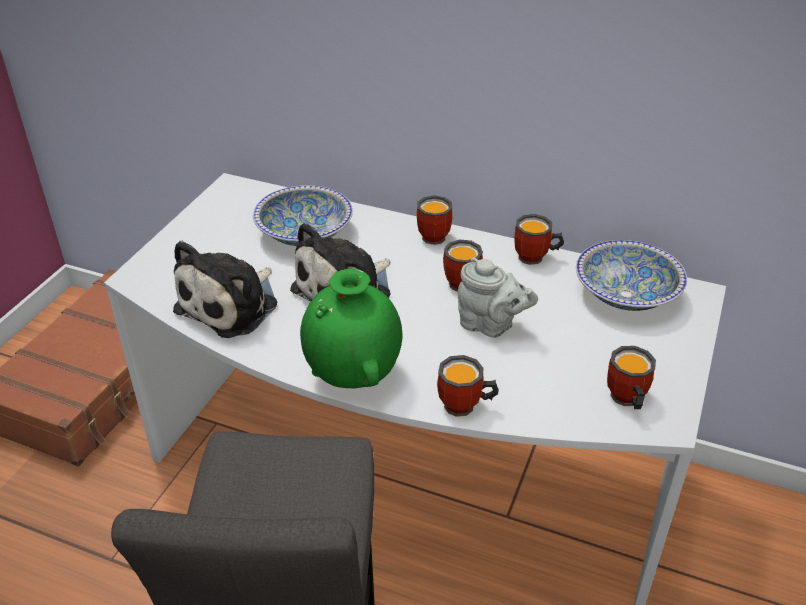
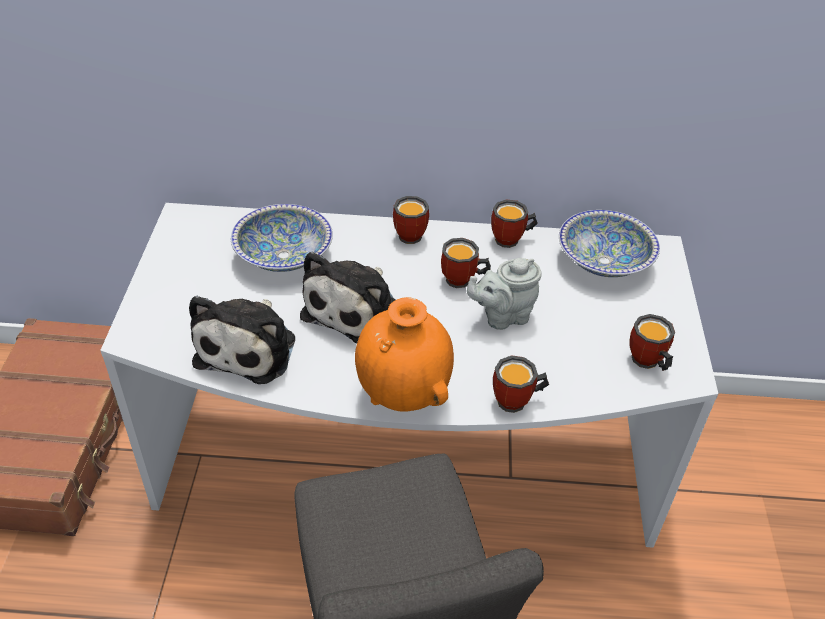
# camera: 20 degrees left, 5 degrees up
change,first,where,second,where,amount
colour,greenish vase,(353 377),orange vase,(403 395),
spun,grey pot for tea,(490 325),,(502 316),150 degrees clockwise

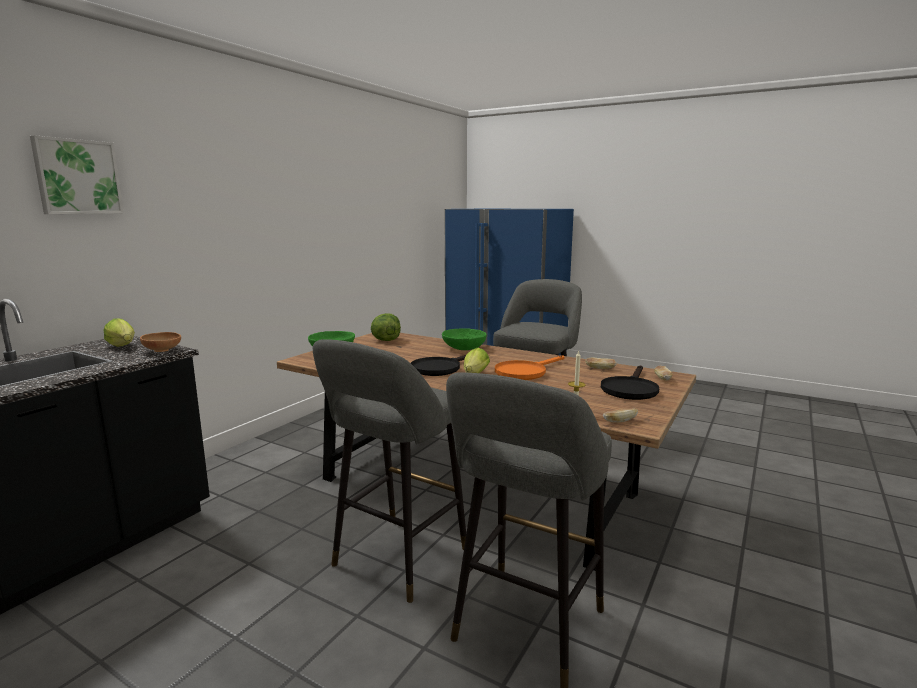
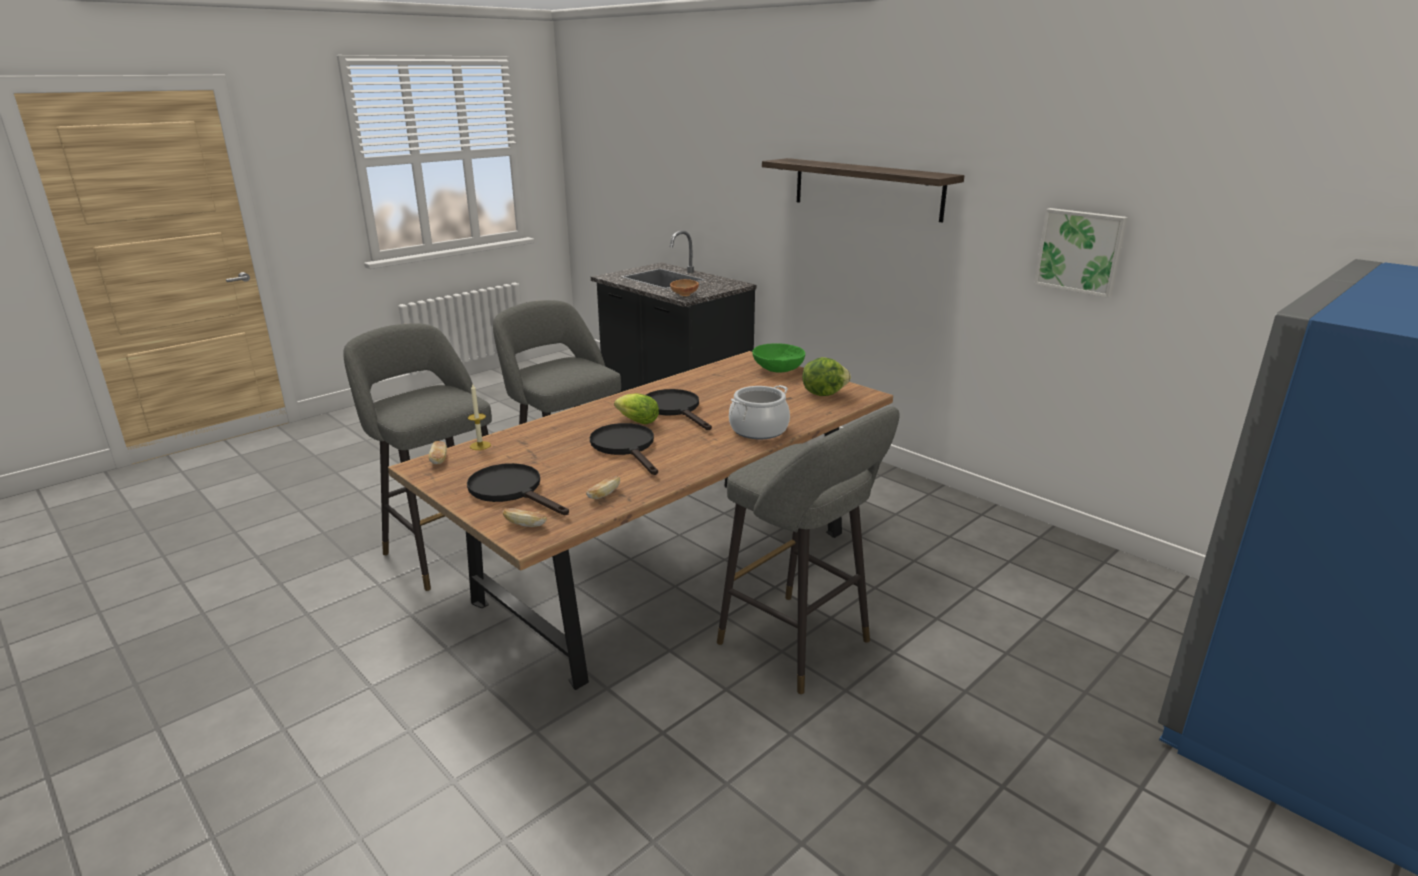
# camera: 105 degrees right, 10 degrees up
change,first,where,second,where,amount
relocated,picture,(77 177),,(1080 251),
missing,lettuce,(123 346),,,
exchanged,greenish serving bowl,(464 348),cooking pot,(759 430),
colour,orange skillet,(525 372),black-coloured skillet,(626 447),
appeared,,,bracket shelf,(866 188),

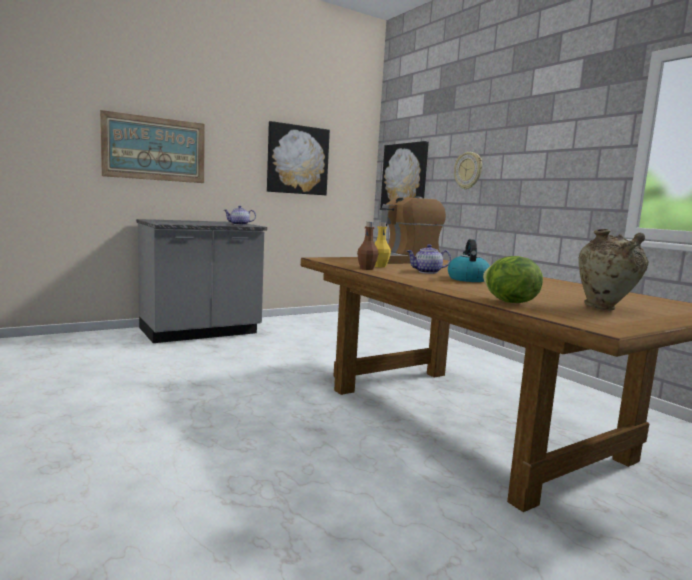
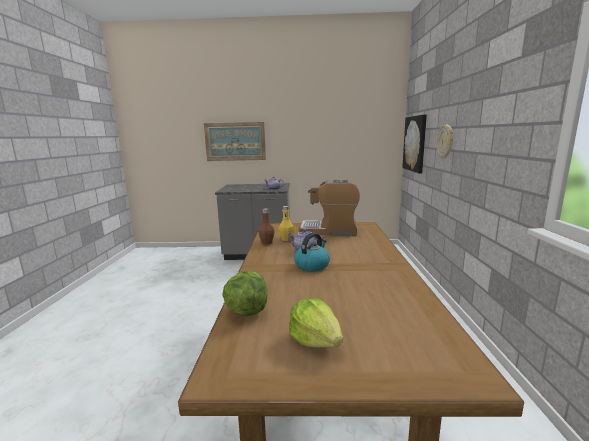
# camera: 35 degrees right, 5 degrees up
change,first,where,second,where,amount
missing,picture,(297 160),,,
exchanged,beige-coloured vase,(605 308),lettuce,(316 340),

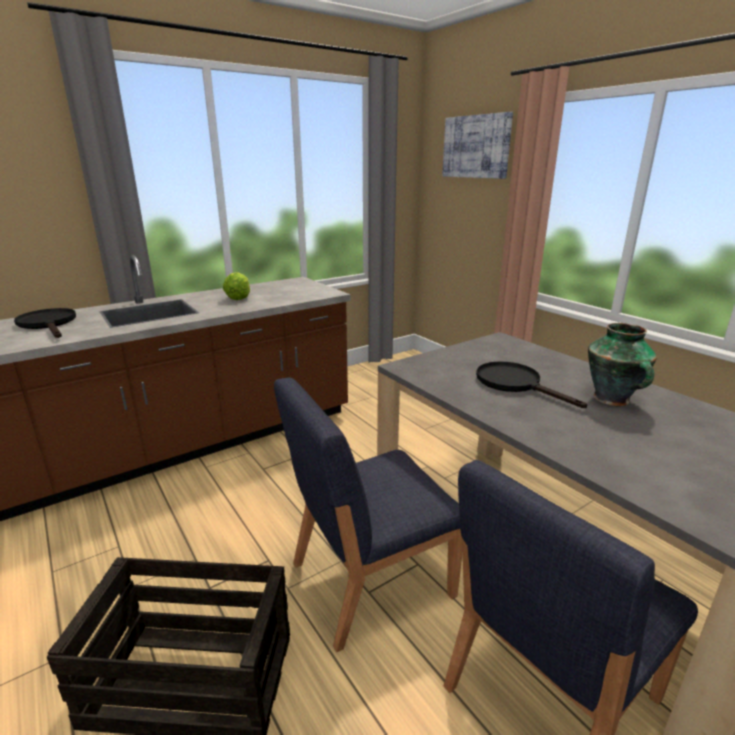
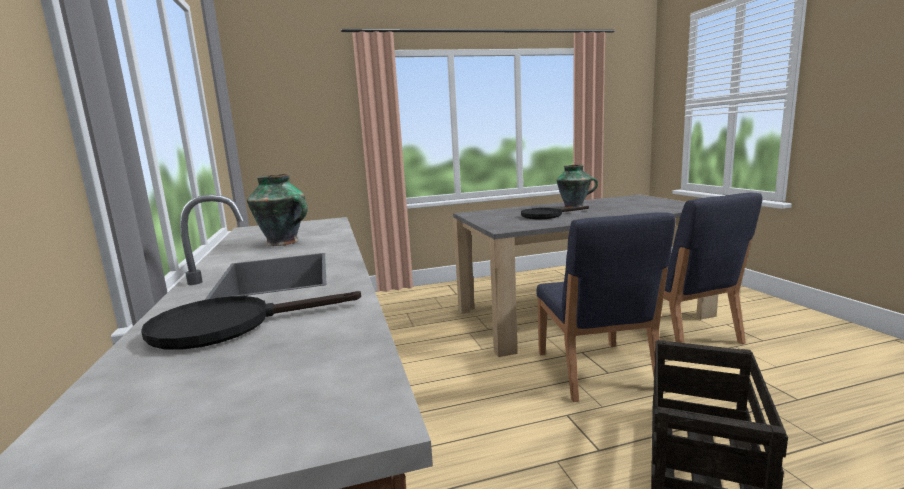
# camera: 70 degrees left, 10 degrees down
change,first,where,second,where,amount
exchanged,lettuce,(239 297),vase,(284 242),
missing,picture,(476 147),,,

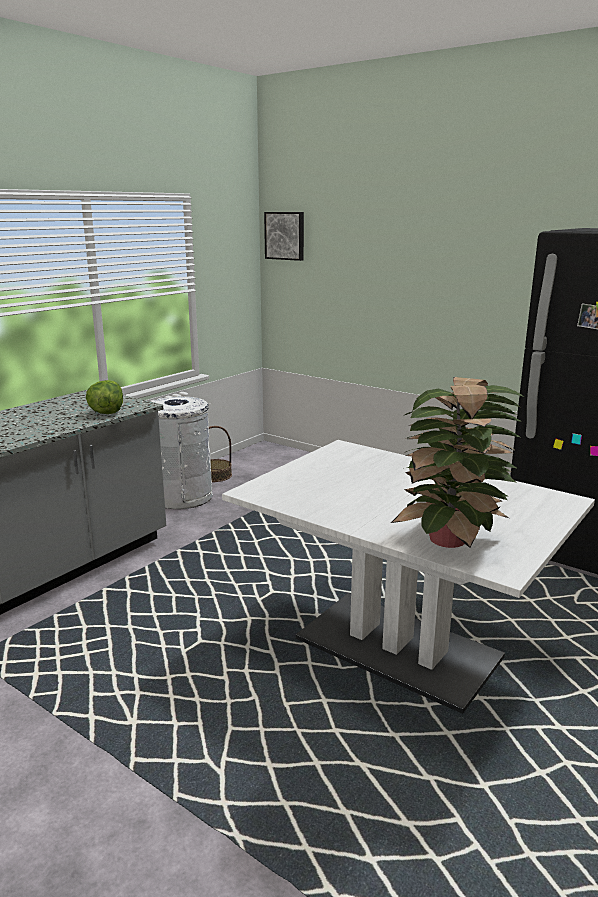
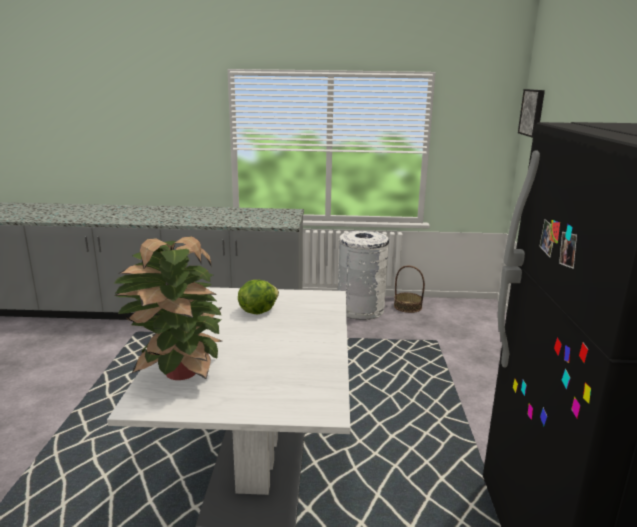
# camera: 55 degrees right, 0 degrees up
change,first,where,second,where,amount
relocated,lettuce,(106 413),,(257 311),

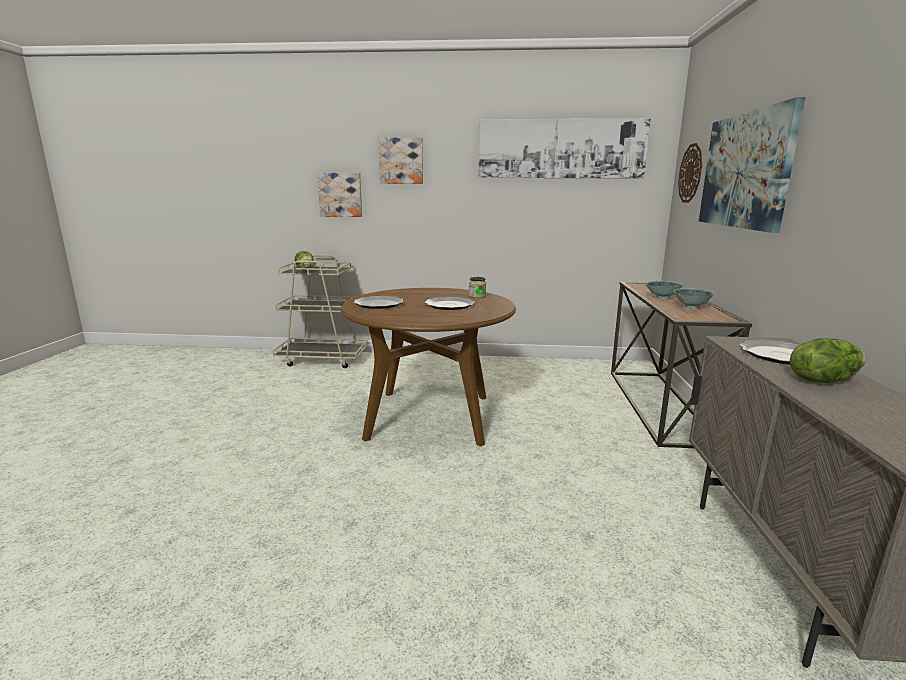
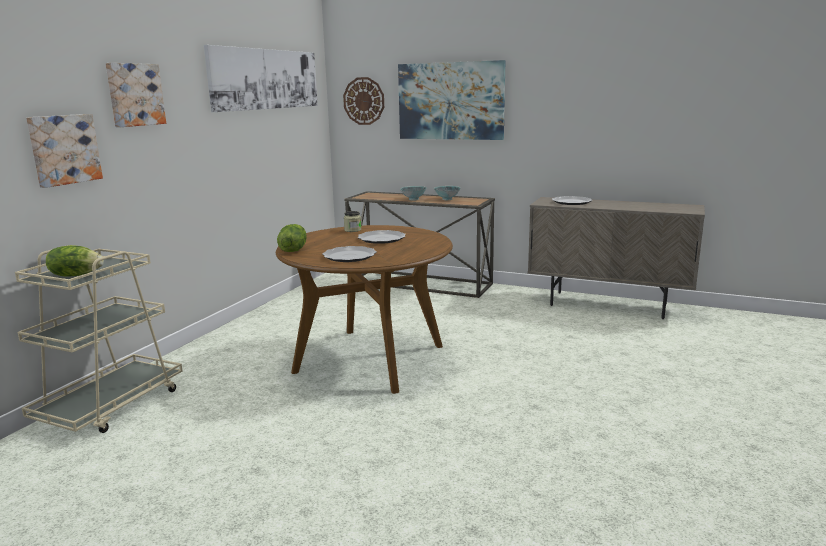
# camera: 70 degrees left, 0 degrees up
change,first,where,second,where,amount
relocated,lettuce,(822 380),,(293 250),

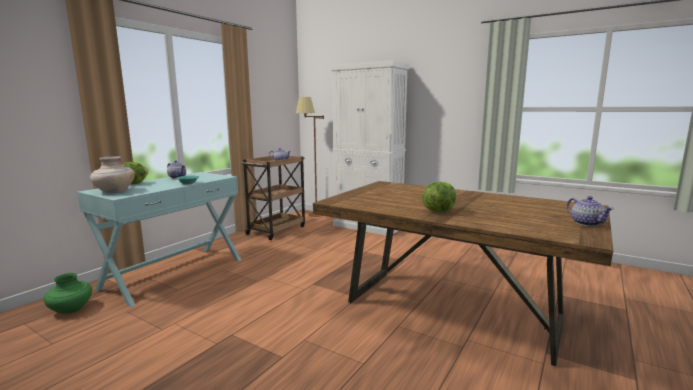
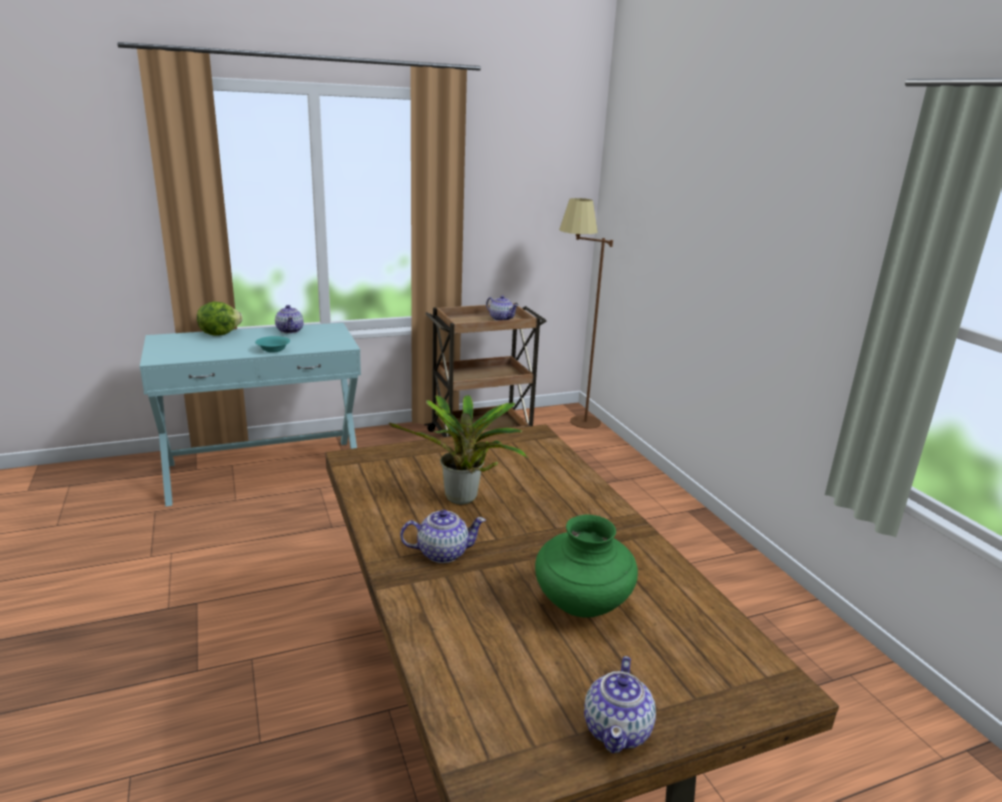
# camera: 35 degrees right, 10 degrees up
change,first,where,second,where,amount
relocated,greenish vase,(71 310),,(581 604),
missing,beige-coloured vase,(114 192),,,
missing,whitish cabinet,(368 226),,,
exchanged,lettuce,(438 211),pot for tea,(442 553),
appeared,,,plant in a pot,(463 501),

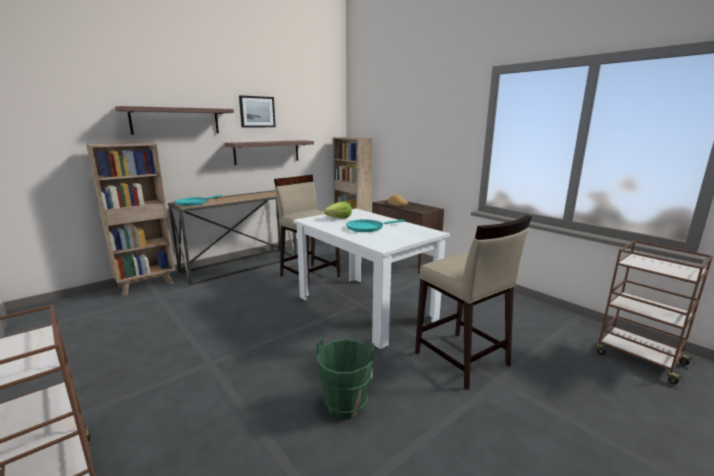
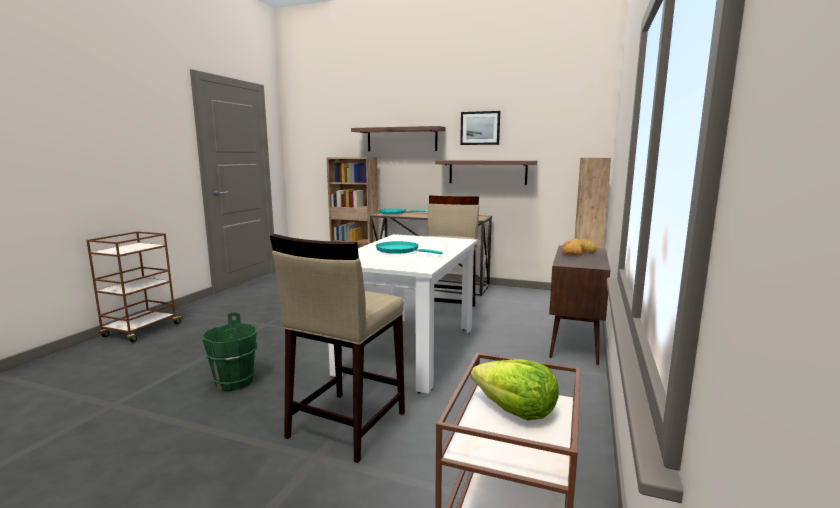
# camera: 60 degrees right, 5 degrees down
change,first,where,second,where,amount
relocated,lettuce,(339 218),,(515 410),

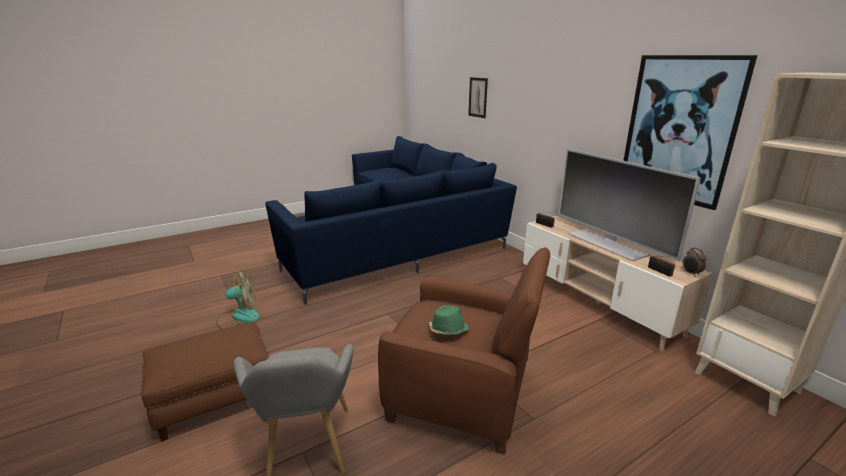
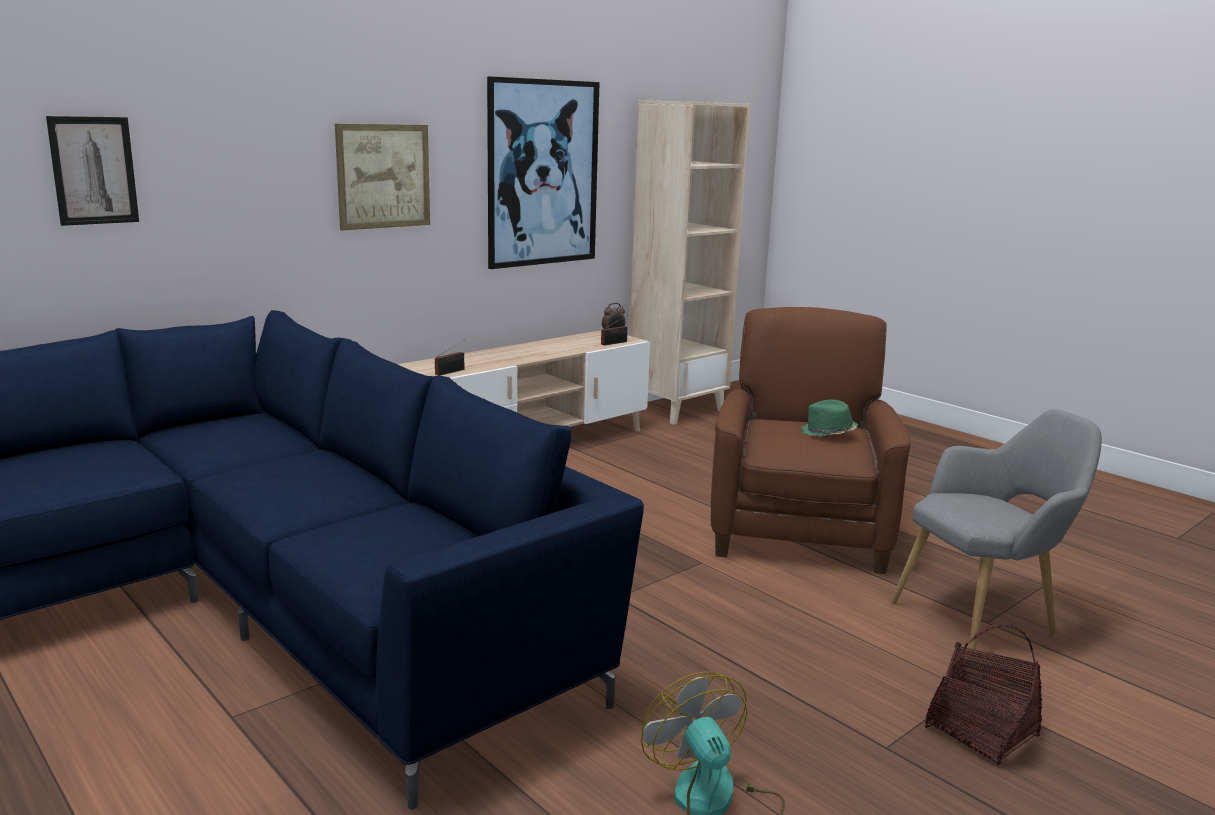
# camera: 100 degrees left, 5 degrees down
change,first,where,second,where,amount
exchanged,brown-coloured ottoman,(214 399),basket,(982 732),
missing,TV set,(607 244),,,
appeared,,,picture,(383 176),

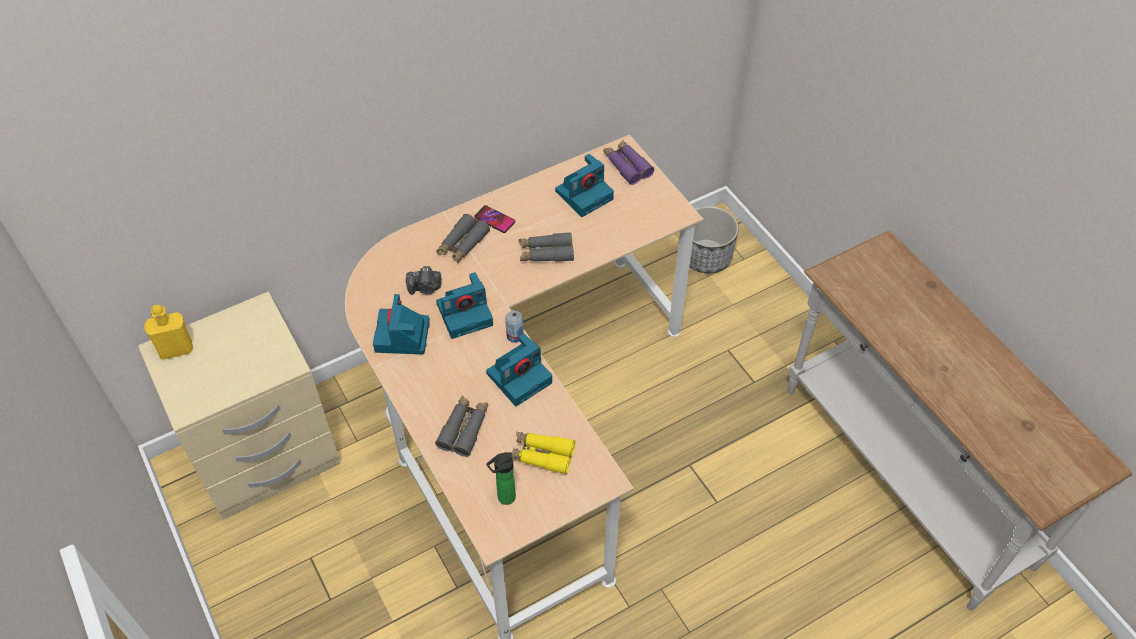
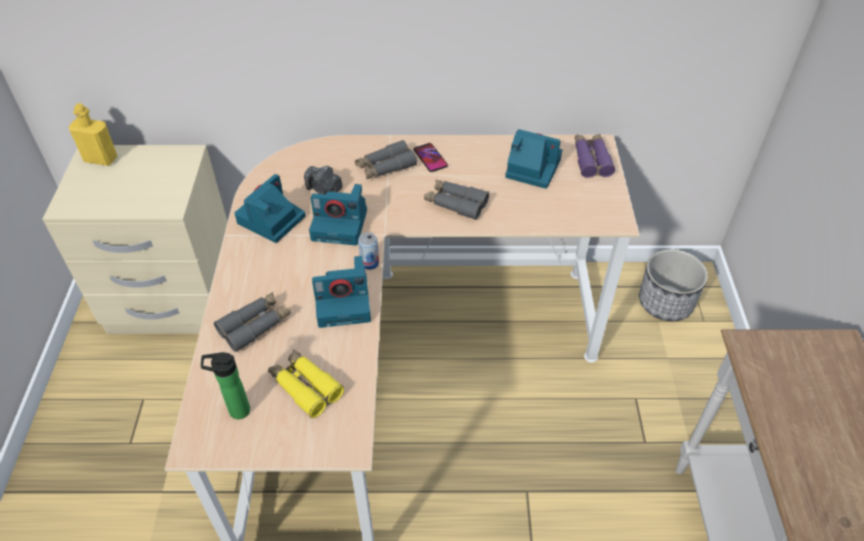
# camera: 30 degrees right, 5 degrees down
change,first,where,second,where,amount
spun,still camera,(584 194),,(531 168),150 degrees counterclockwise

